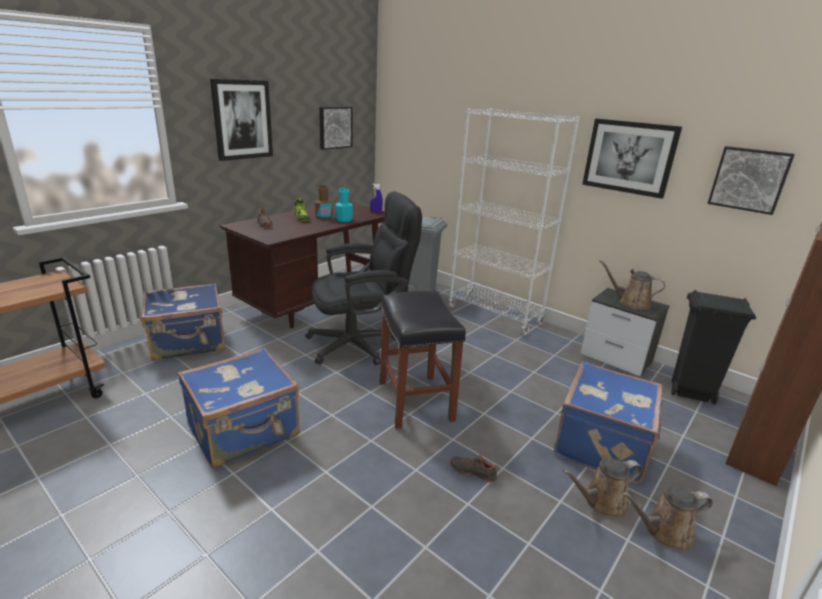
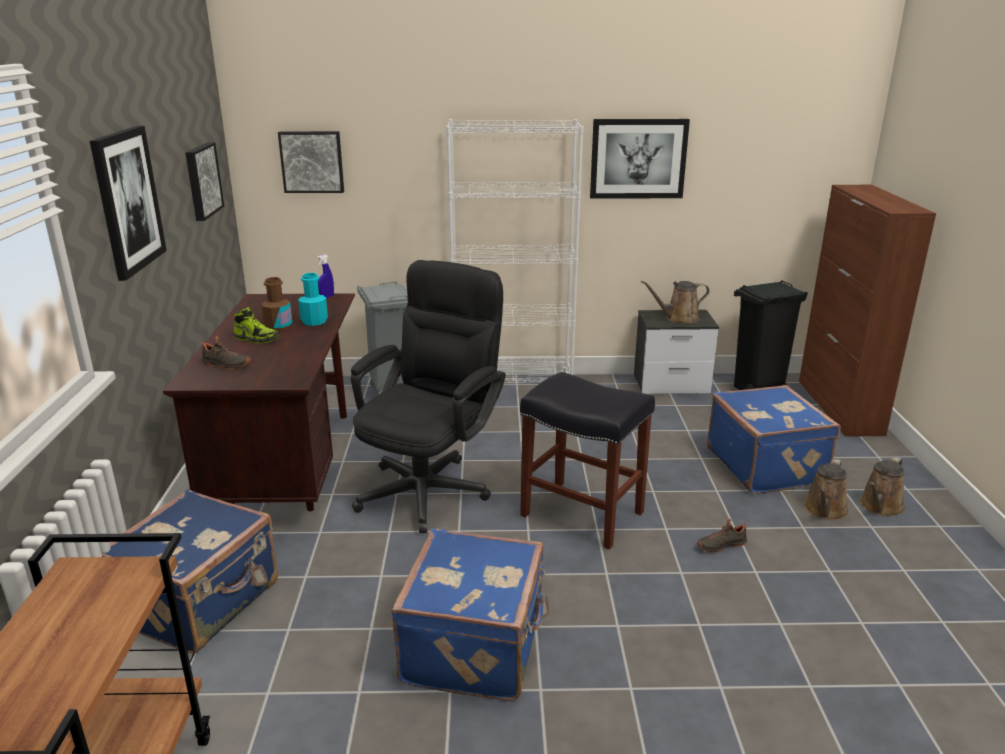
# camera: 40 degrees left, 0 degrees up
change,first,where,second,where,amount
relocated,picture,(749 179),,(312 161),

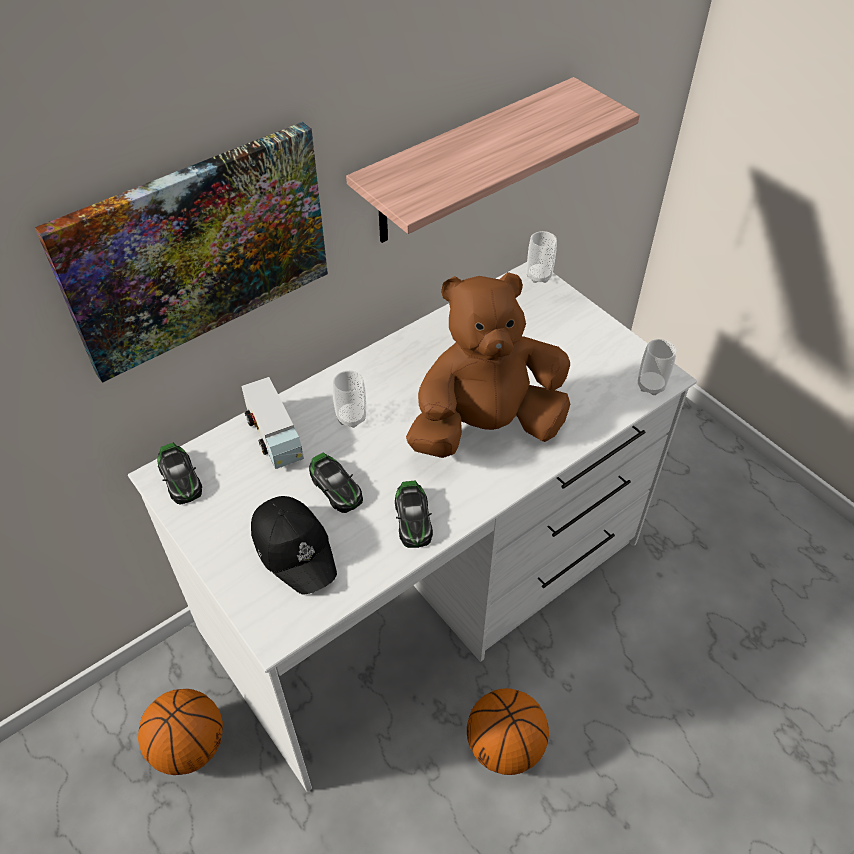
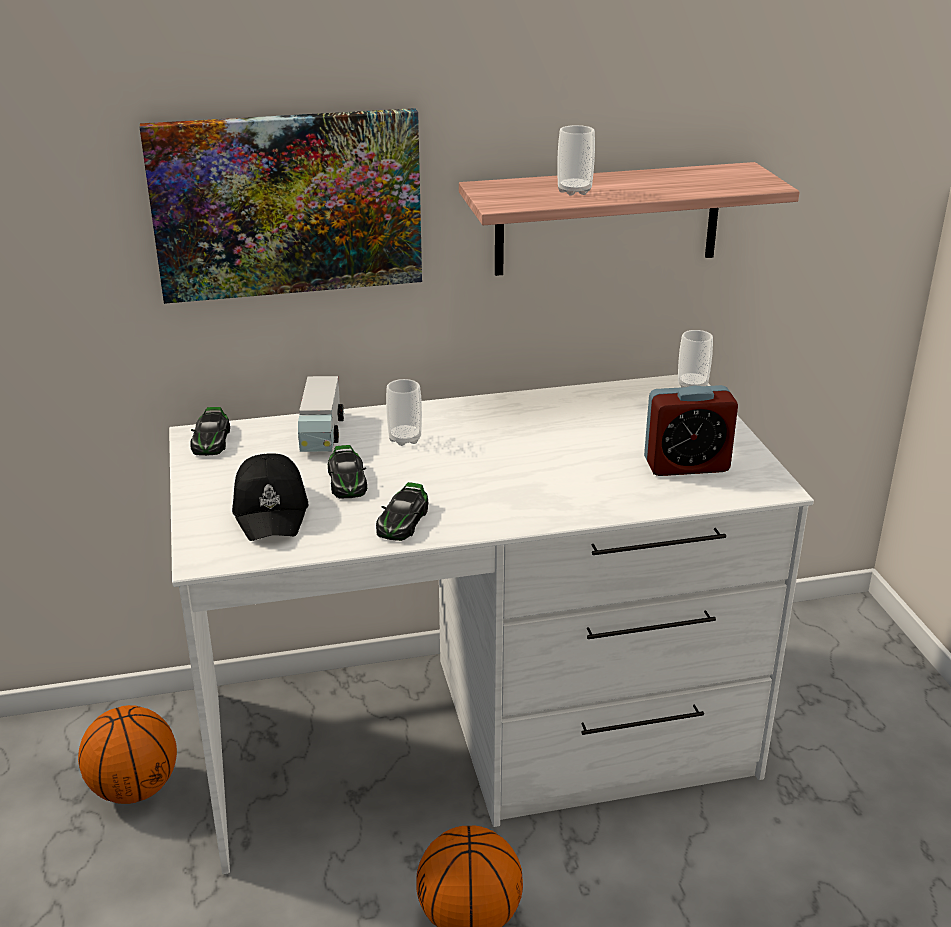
# camera: 25 degrees right, 20 degrees down
change,first,where,second,where,amount
missing,brown-coloured plush toy,(486 427),,,
relocated,drinking cup,(651 385),,(574 191),
appeared,,,alarm clock,(686 465),

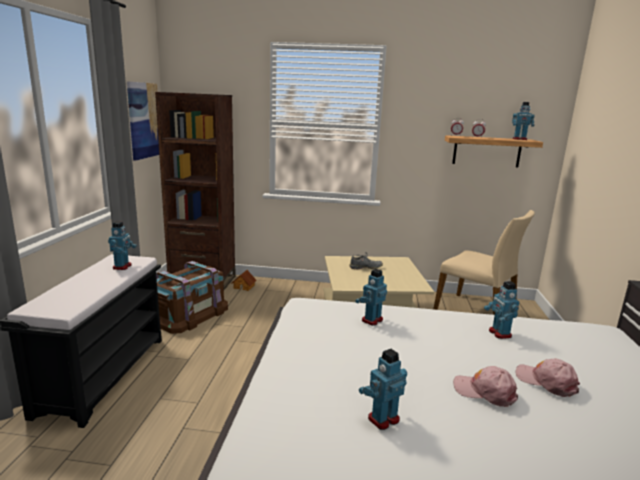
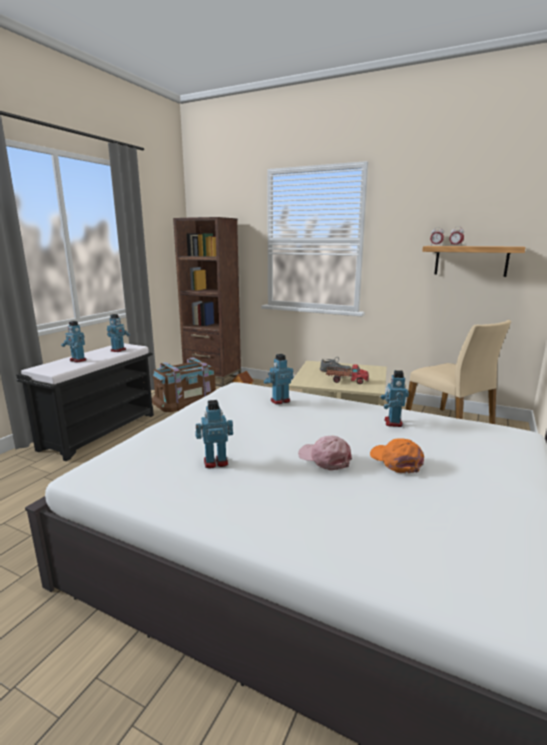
# camera: 20 degrees right, 0 degrees up
change,first,where,second,where,amount
missing,picture,(144 120),,,
relocated,model robot,(519 139),,(77 360),
colour,pink-coloured cap,(546 382),orange cap,(396 461),
appeared,,,toy truck,(346 380),

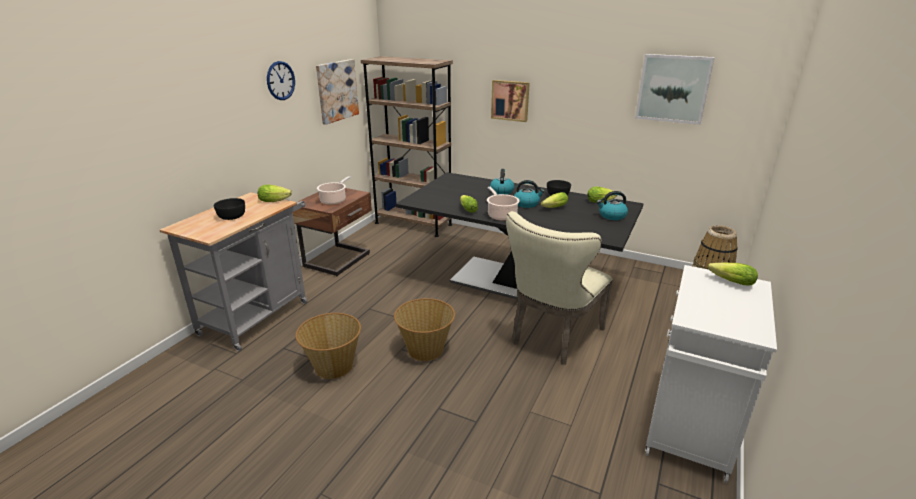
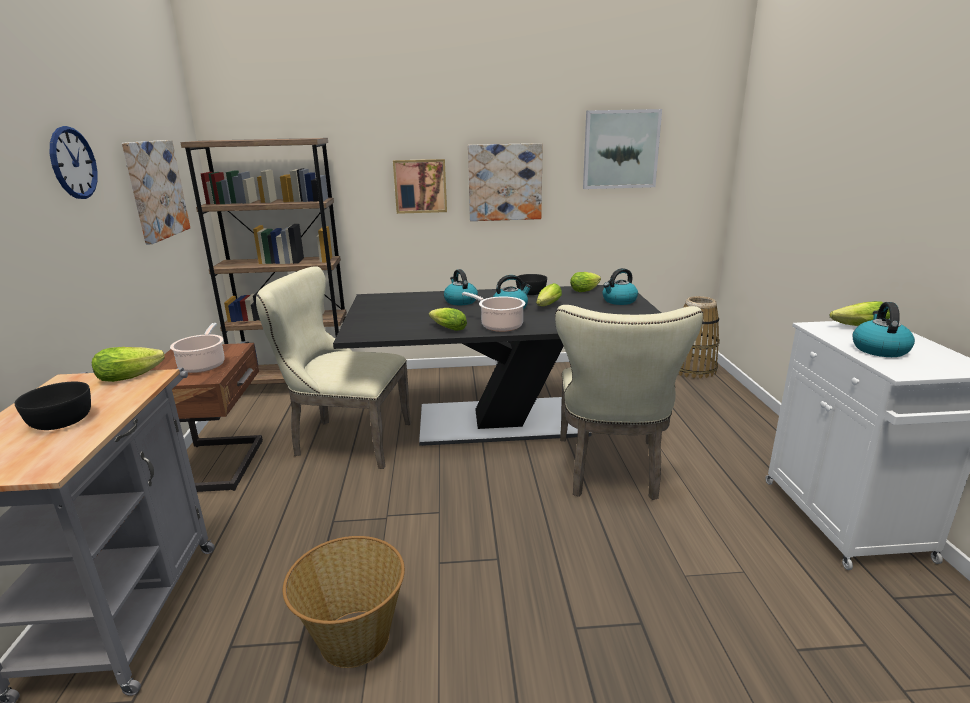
# camera: 30 degrees left, 5 degrees down
change,first,where,second,where,amount
missing,basket,(425 349),,,
appeared,,,beige-coloured chair,(345 440),
appeared,,,picture,(505 182),
appeared,,,water kettle,(879 349),

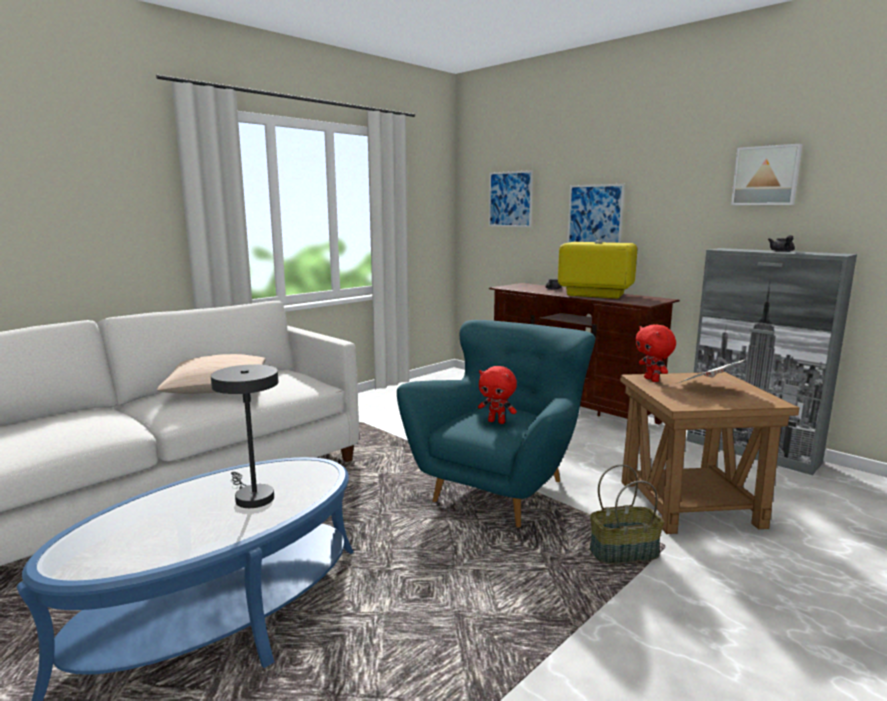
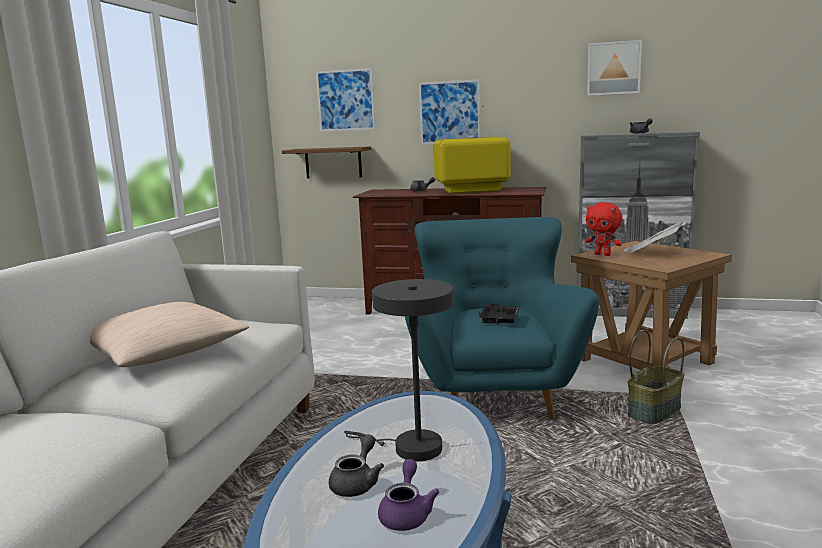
# camera: 30 degrees left, 0 degrees up
change,first,where,second,where,amount
exchanged,reddish plush toy,(497 422),black-coloured tray,(499 320),
appeared,,,brown-coloured bracket shelf,(333 162),
appeared,,,grey pot for tea,(357 483),
appeared,,,purplish pot for tea,(406 513),

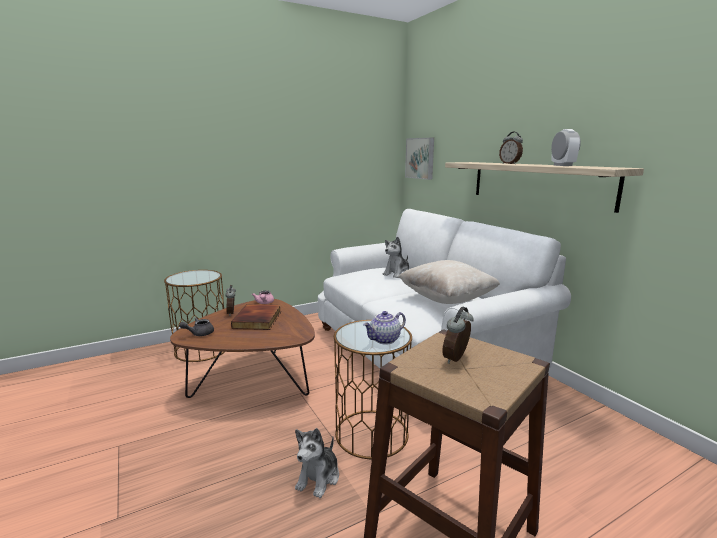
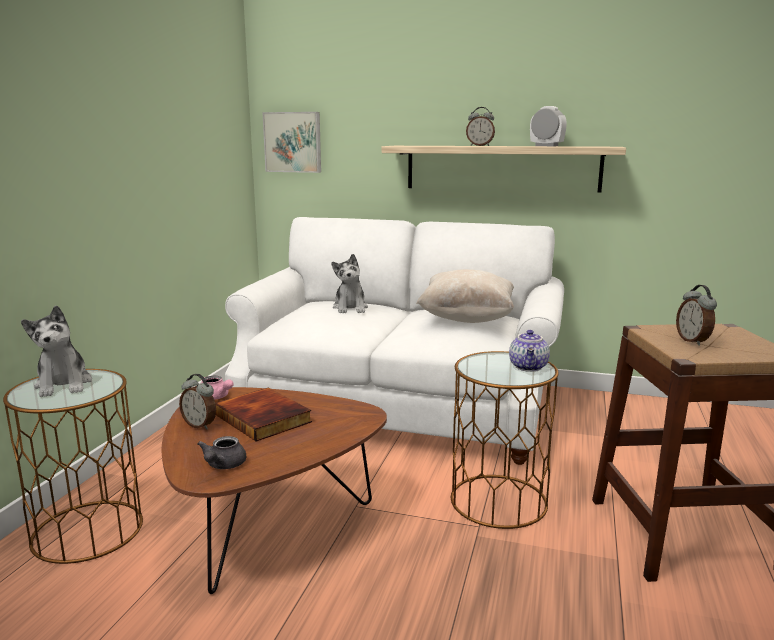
# camera: 45 degrees left, 0 degrees up
change,first,where,second,where,amount
relocated,plush toy,(318 478),,(64 384),

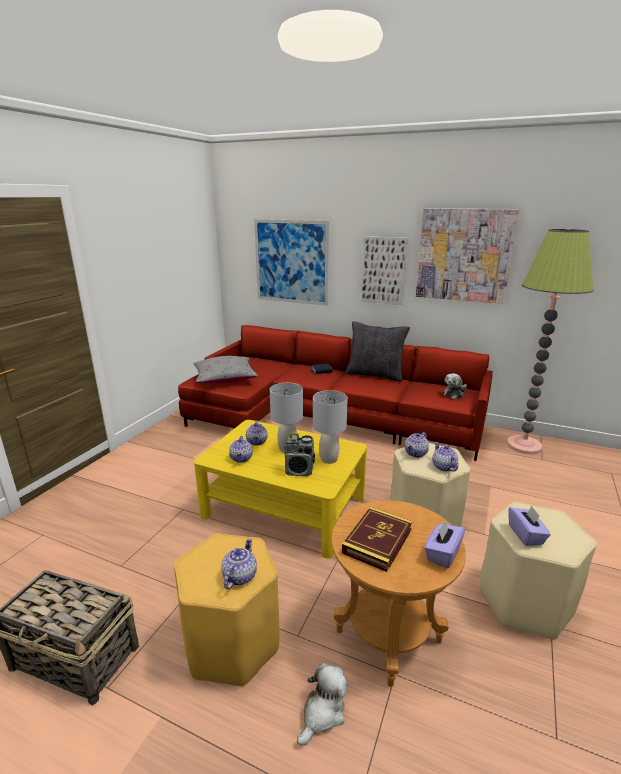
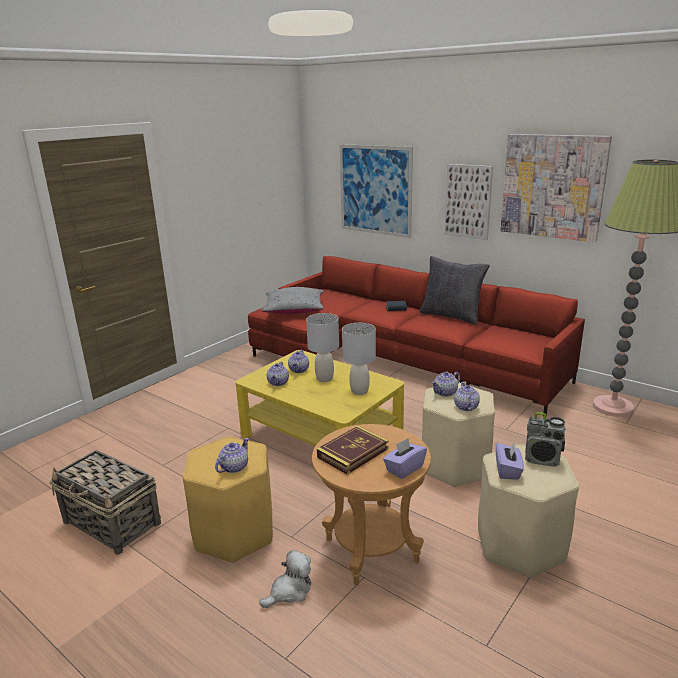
# camera: 15 degrees right, 0 degrees up
change,first,where,second,where,amount
relocated,radio,(299 471),,(542 459),
missing,plush toy,(455 394),,,

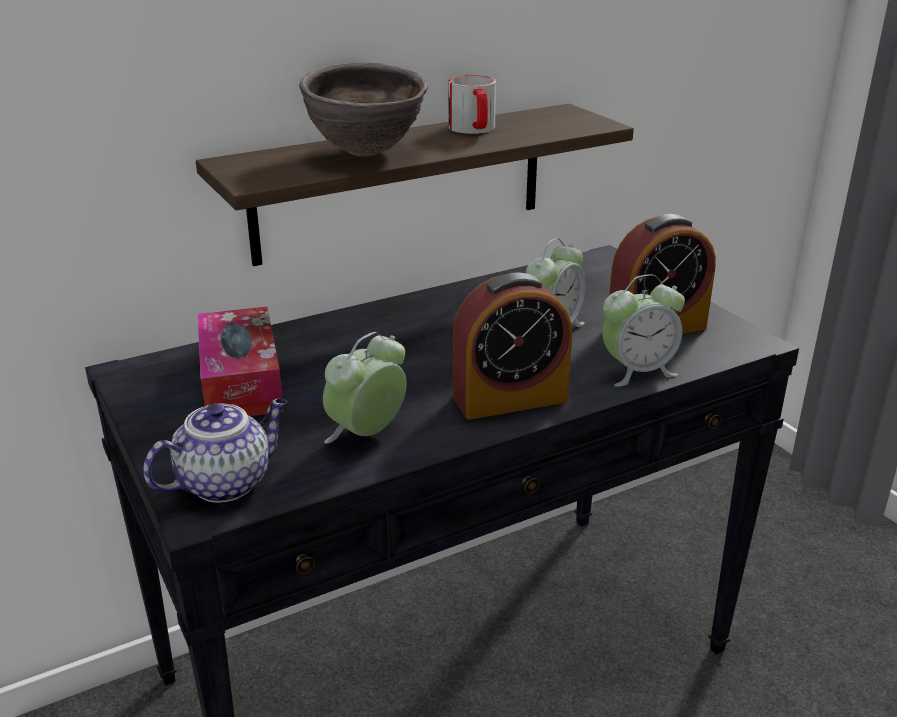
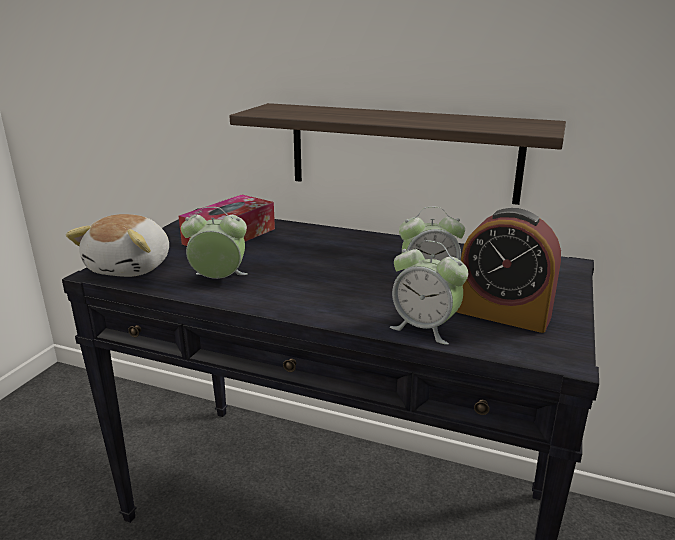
# camera: 50 degrees right, 5 degrees down
change,first,where,second,where,amount
exchanged,pot for tea,(226 482),plush toy,(132 267),
missing,brown-coloured serving bowl,(365 153),,,
missing,tea mug,(474 129),,,
missing,alarm clock,(510 399),,,

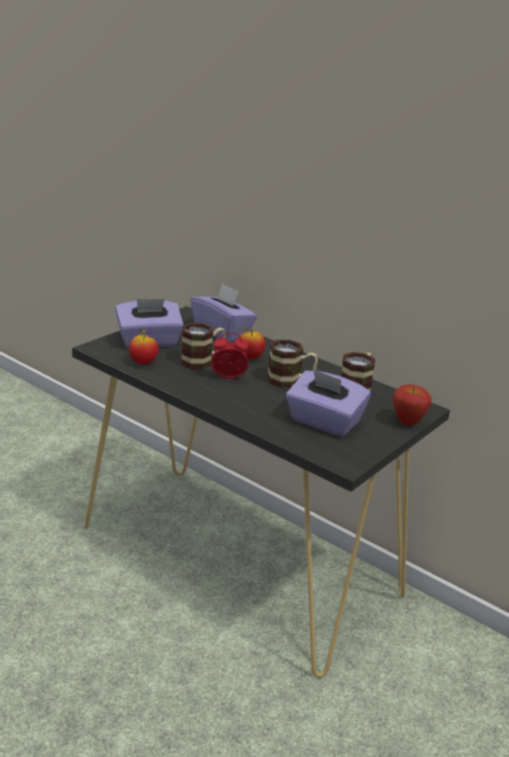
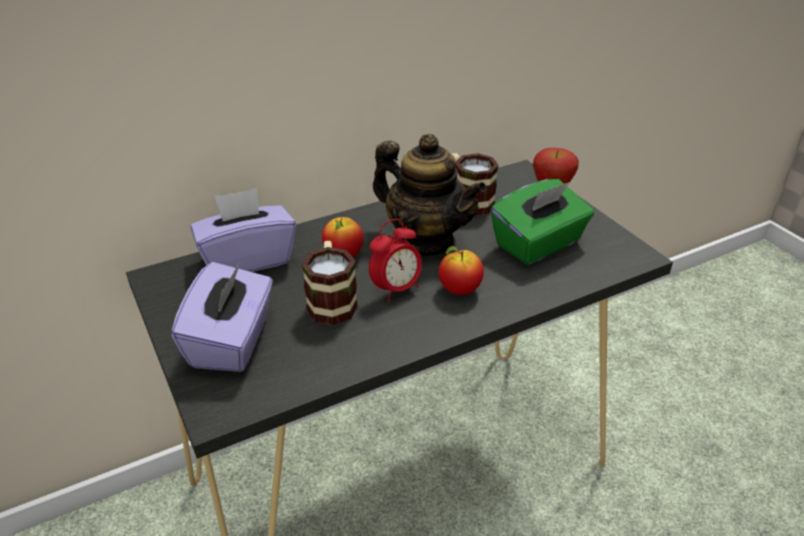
# camera: 65 degrees left, 10 degrees up
change,first,where,second,where,amount
relocated,apple,(143 362),,(459 290),
spun,alarm clock,(228 378),,(396 289),150 degrees counterclockwise
exchanged,tea mug,(290 381),pot for tea,(425 240),
colour,purplish tissue box,(324 422),greenish tissue box,(539 244),

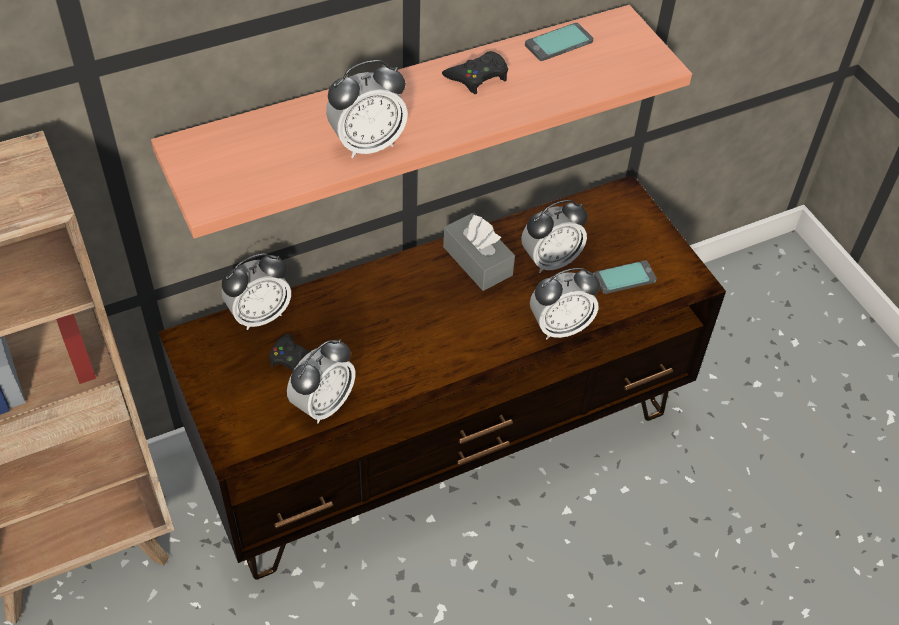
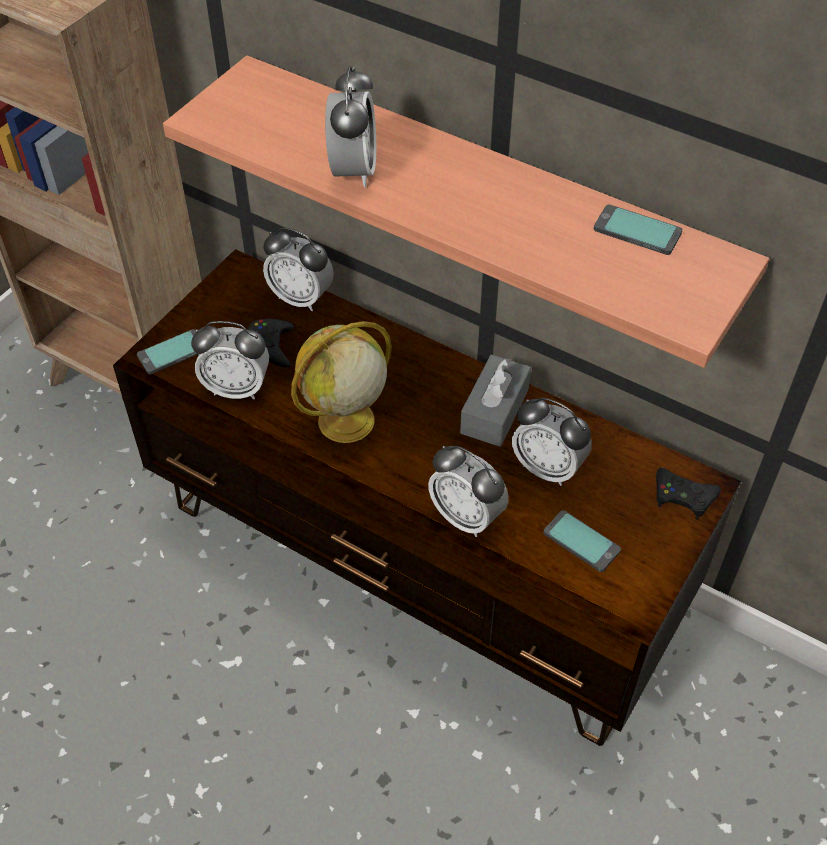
# camera: 60 degrees right, 0 degrees up
change,first,where,second,where,amount
spun,alarm clock,(367 144),,(353 171),120 degrees counterclockwise
relocated,black-coloured joypad,(478 77),,(683 496),
appeared,,,telephone,(172 353),
appeared,,,desk globe,(345 422),

